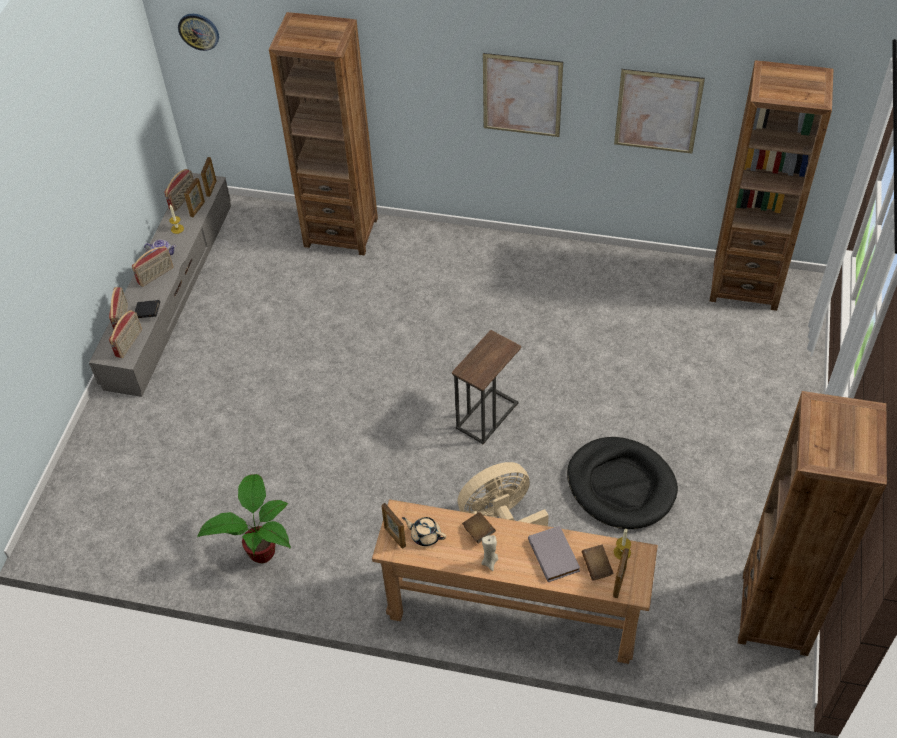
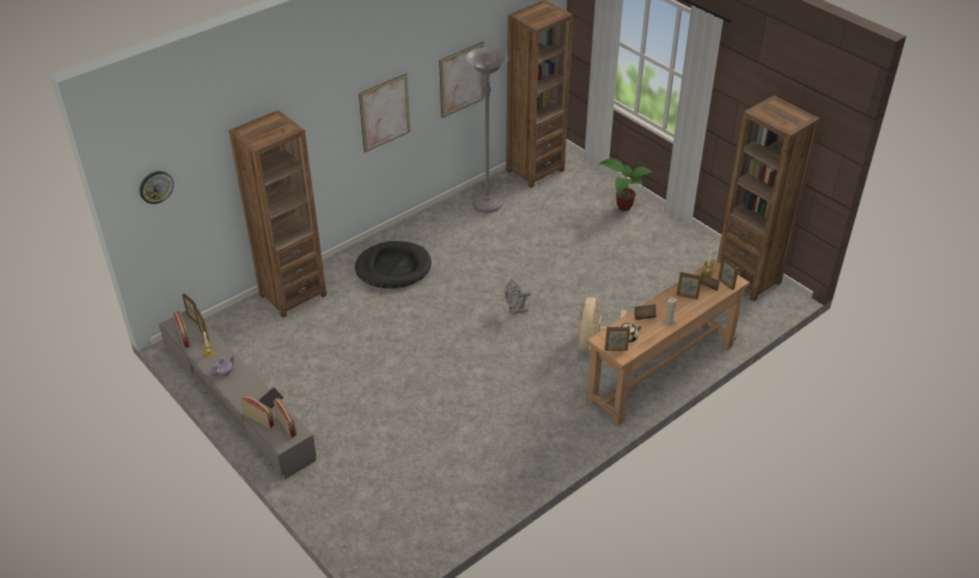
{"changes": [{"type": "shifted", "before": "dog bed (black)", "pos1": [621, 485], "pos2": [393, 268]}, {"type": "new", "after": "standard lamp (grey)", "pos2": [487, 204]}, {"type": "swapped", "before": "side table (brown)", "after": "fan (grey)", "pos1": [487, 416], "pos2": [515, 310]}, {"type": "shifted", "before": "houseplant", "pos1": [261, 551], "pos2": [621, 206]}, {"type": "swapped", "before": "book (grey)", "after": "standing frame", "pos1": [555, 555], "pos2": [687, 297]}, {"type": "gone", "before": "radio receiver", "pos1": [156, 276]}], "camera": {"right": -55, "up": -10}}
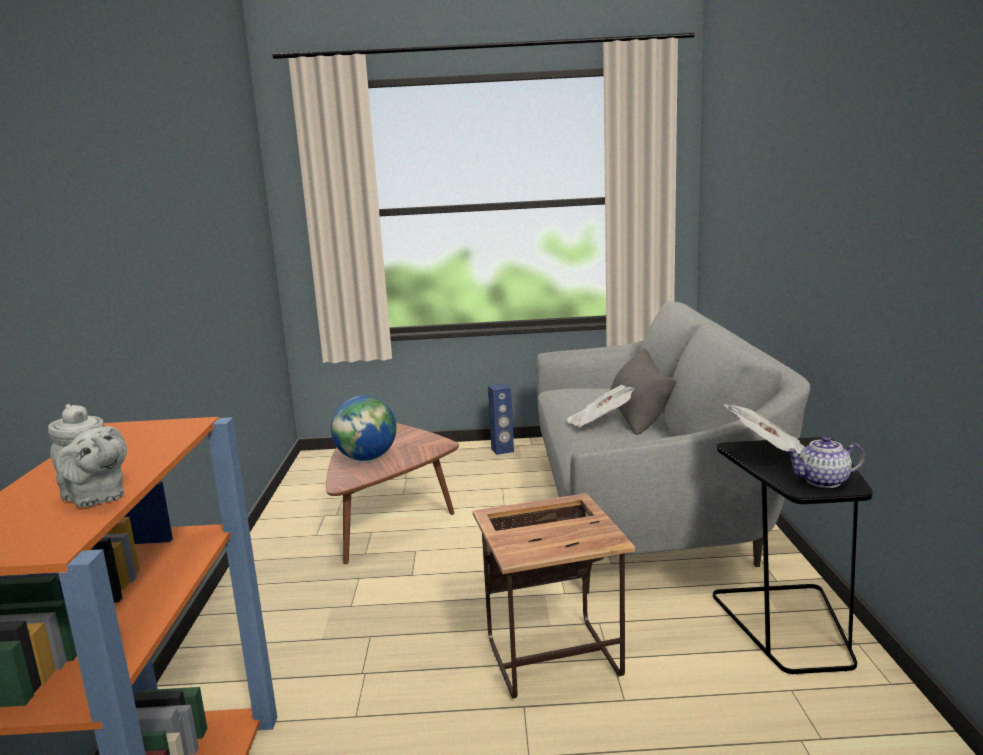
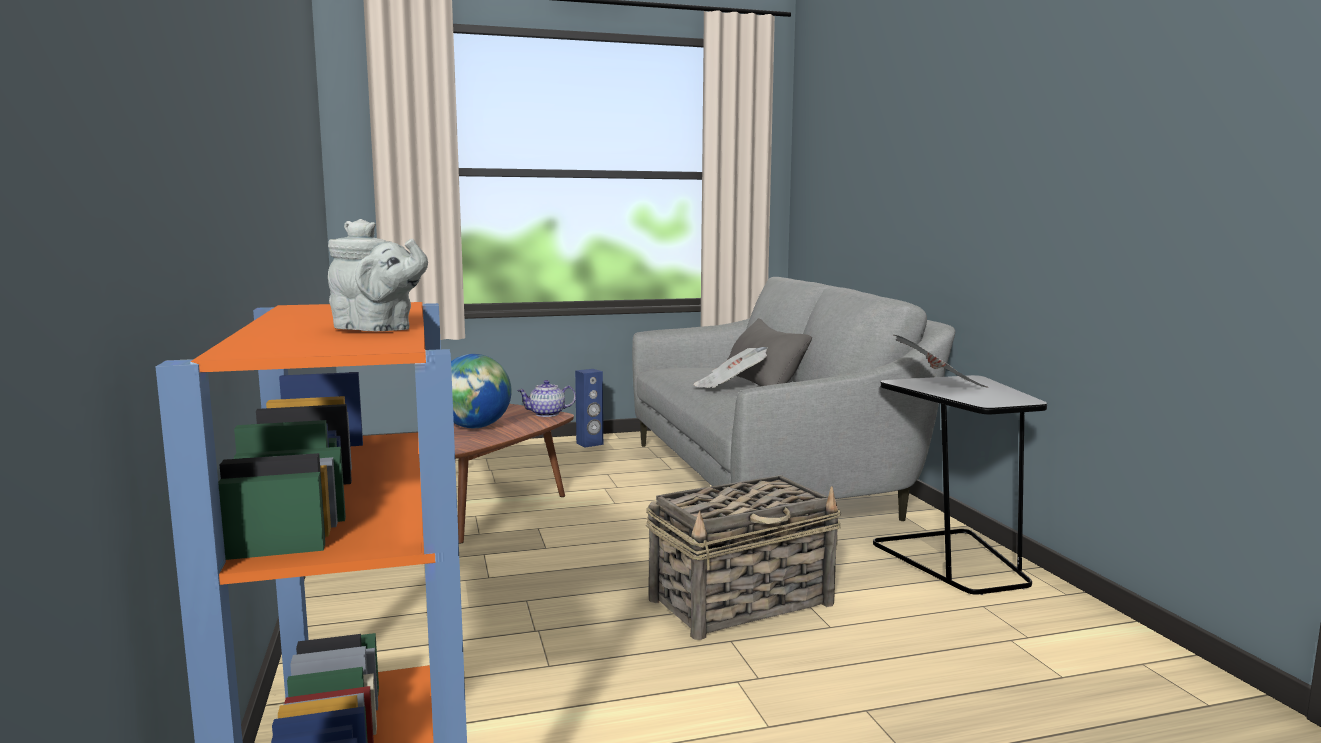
{"changes": [{"type": "shifted", "before": "teapot", "pos1": [824, 481], "pos2": [547, 414]}, {"type": "swapped", "before": "side table", "after": "storage basket", "pos1": [555, 658], "pos2": [743, 602]}], "camera": {"right": -15, "up": -5}}
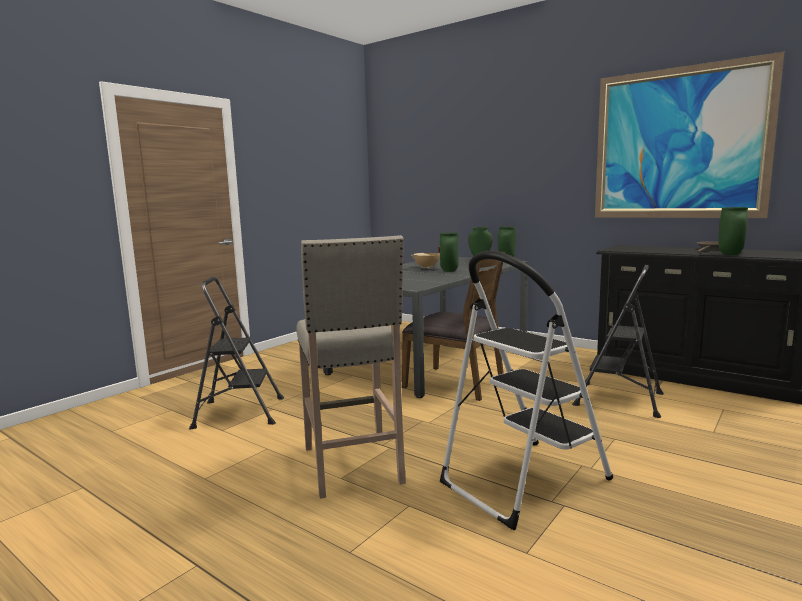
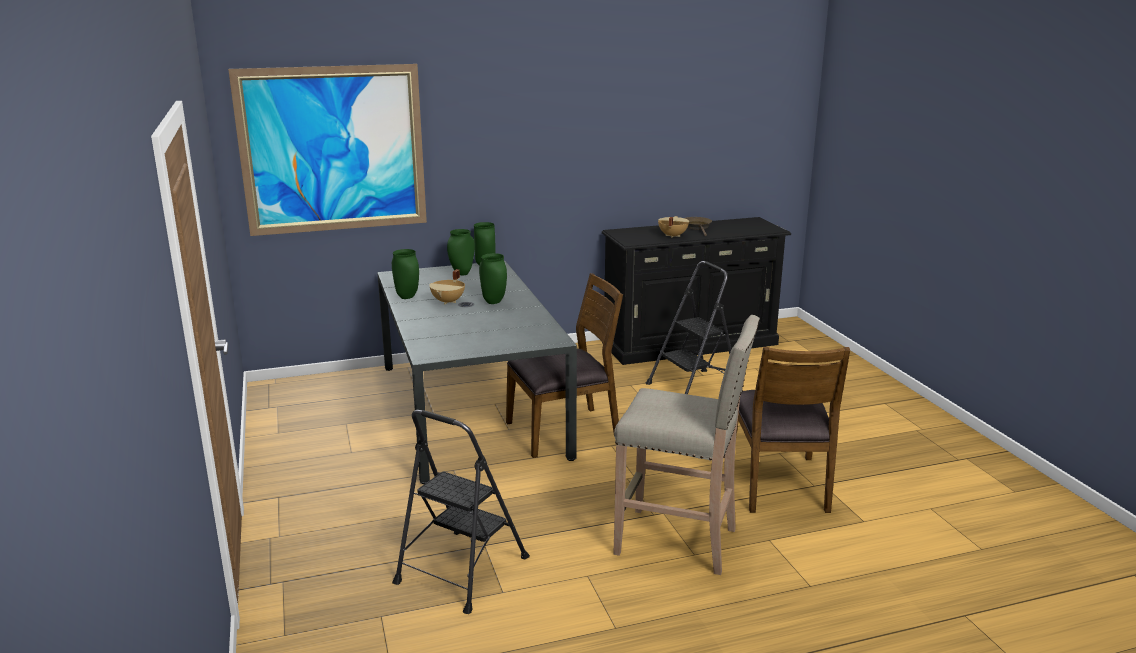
{"changes": [{"type": "shifted", "before": "wall picture", "pos1": [678, 144], "pos2": [333, 150]}, {"type": "shifted", "before": "vase (green-coloured)", "pos1": [729, 254], "pos2": [406, 297]}, {"type": "new", "after": "saucepot (sand-coloured)", "pos2": [672, 236]}, {"type": "swapped", "before": "step ladder", "after": "chair (brown)", "pos1": [521, 481], "pos2": [779, 484]}], "camera": {"right": -55, "up": 10}}
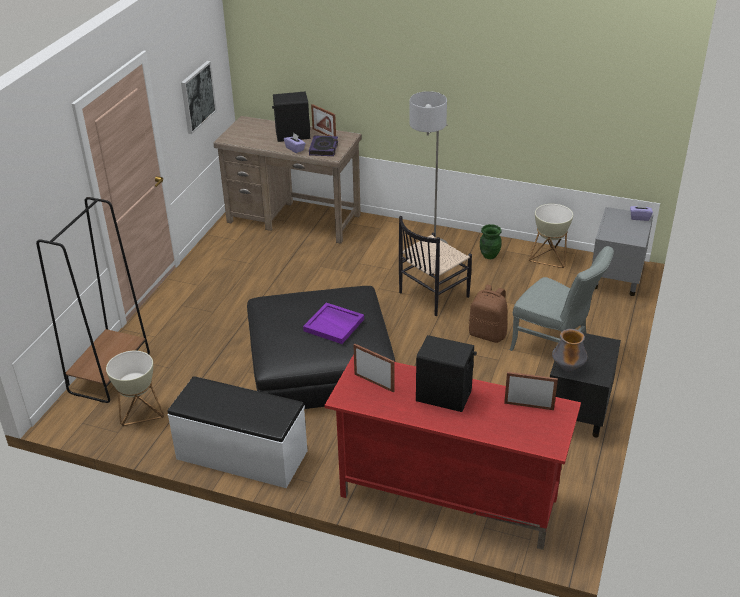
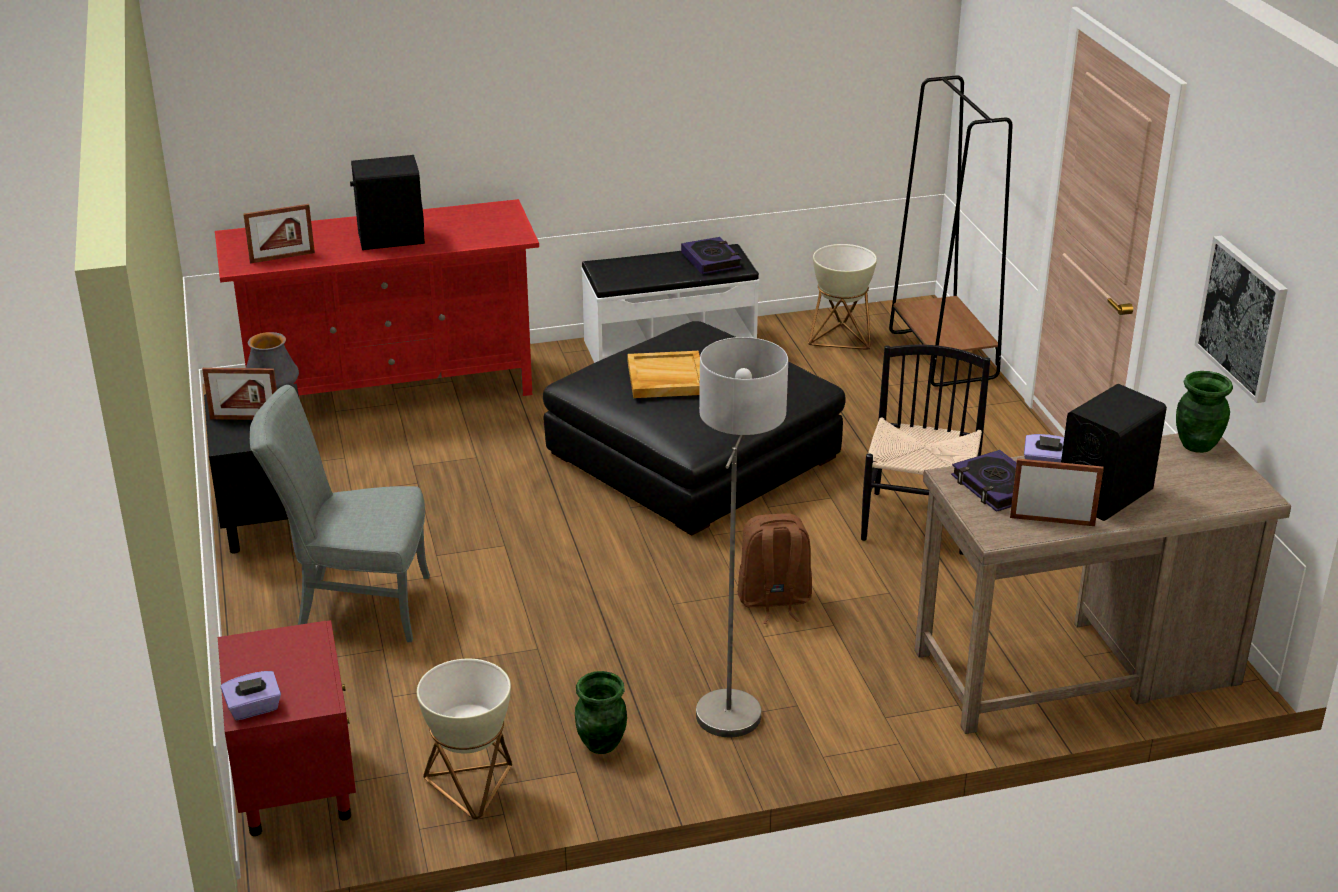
{"changes": [{"type": "shifted", "before": "standing frame", "pos1": [374, 382], "pos2": [245, 418]}, {"type": "repainted", "before": "night table (grey)", "after": "night table (red-coloured)", "pos1": [616, 280], "pos2": [296, 791]}, {"type": "repainted", "before": "carrying tray (purplish)", "after": "carrying tray (sand-coloured)", "pos1": [334, 325], "pos2": [665, 378]}, {"type": "new", "after": "book", "pos2": [711, 260]}, {"type": "shifted", "before": "backpack (brown)", "pos1": [488, 334], "pos2": [773, 601]}, {"type": "shifted", "before": "chair (black)", "pos1": [431, 296], "pos2": [919, 520]}, {"type": "new", "after": "vase (green-coloured)", "pos2": [1196, 444]}], "camera": {"right": 145, "up": -5}}
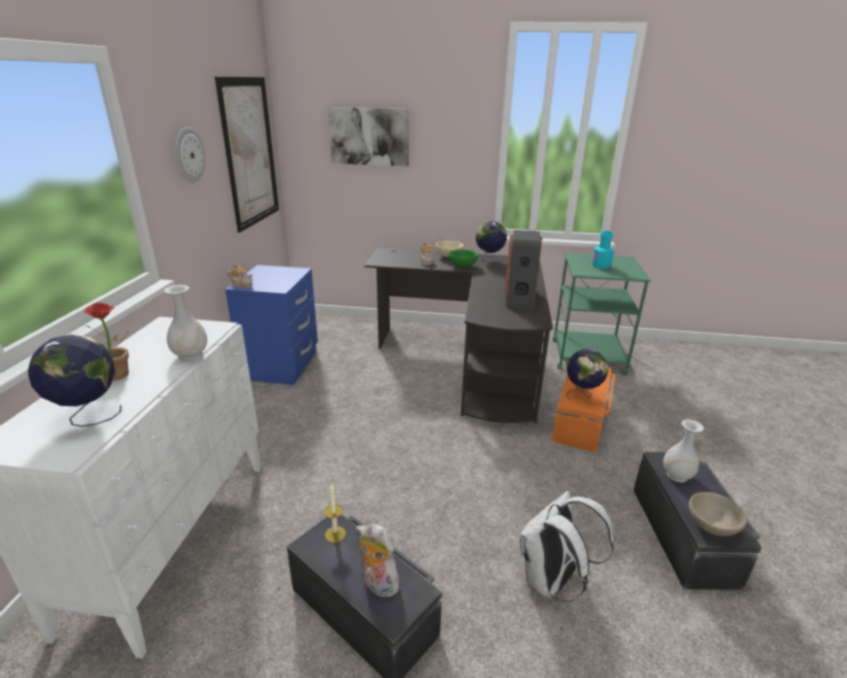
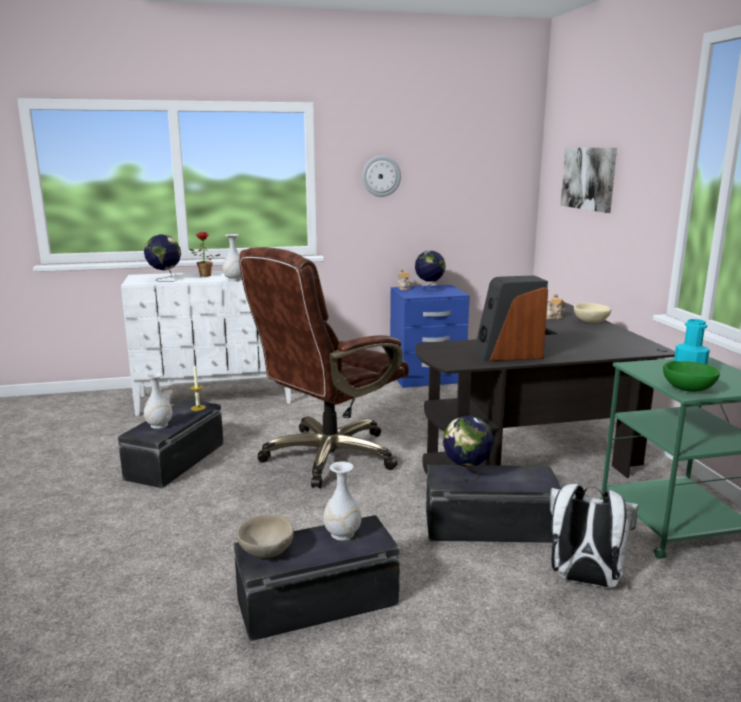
{"changes": [{"type": "swapped", "before": "plush toy", "after": "vase (white-coloured)", "pos1": [377, 584], "pos2": [159, 425]}, {"type": "new", "after": "computer chair (brown)", "pos2": [330, 455]}, {"type": "shifted", "before": "globe", "pos1": [489, 260], "pos2": [429, 289]}, {"type": "repainted", "before": "storage container (orangey)", "after": "storage container (black)", "pos1": [580, 420], "pos2": [490, 527]}, {"type": "shifted", "before": "backpack (white-coloured)", "pos1": [551, 581], "pos2": [583, 580]}, {"type": "shifted", "before": "serving bowl (green-coloured)", "pos1": [463, 266], "pos2": [688, 389]}, {"type": "gone", "before": "wall picture", "pos1": [250, 152]}], "camera": {"right": 70, "up": -10}}
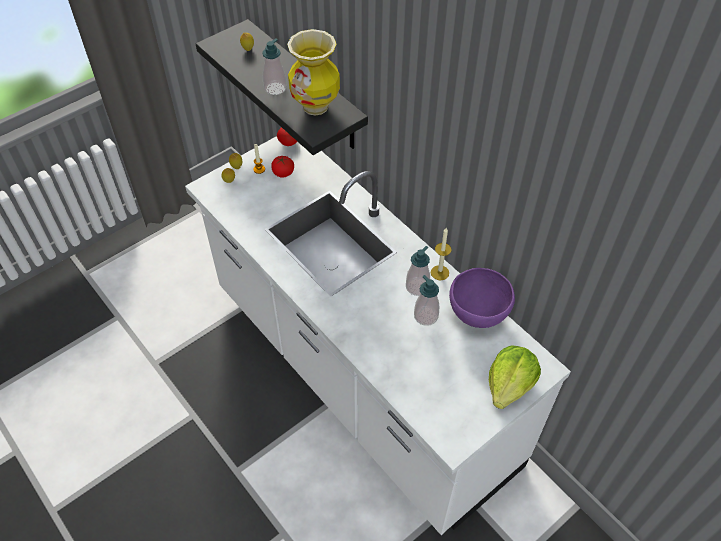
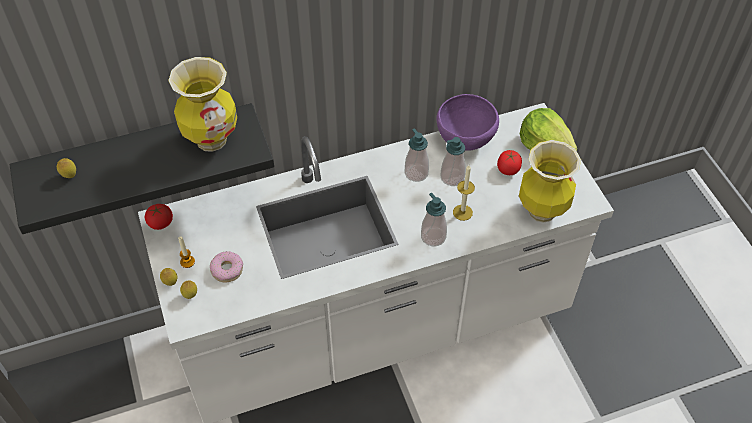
{"changes": [{"type": "new", "after": "doughnut", "pos2": [227, 270]}, {"type": "shifted", "before": "soap dispenser", "pos1": [275, 88], "pos2": [433, 237]}, {"type": "shifted", "before": "wax candle", "pos1": [439, 272], "pos2": [462, 212]}, {"type": "shifted", "before": "whole tomato", "pos1": [283, 173], "pos2": [508, 169]}, {"type": "new", "after": "vase", "pos2": [541, 211]}], "camera": {"right": -70, "up": 0}}
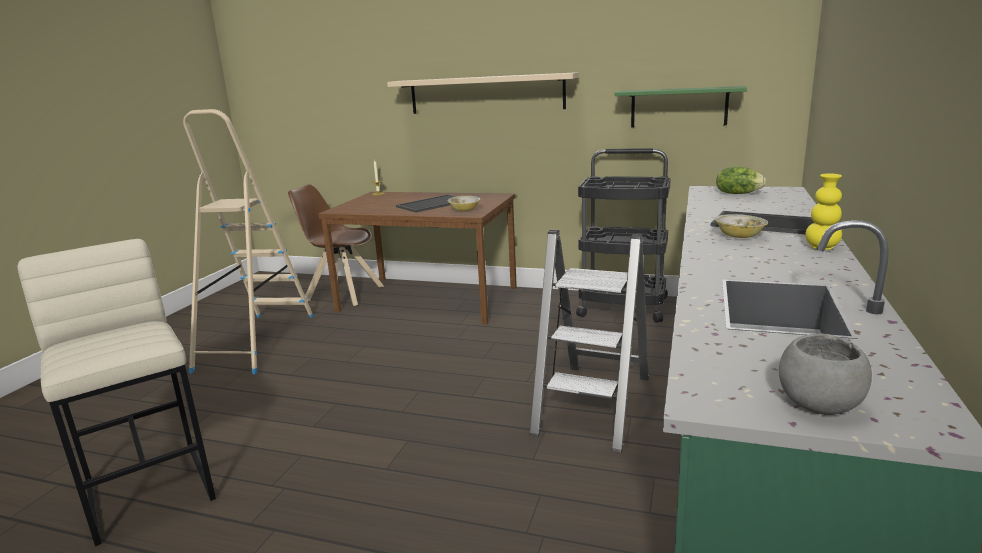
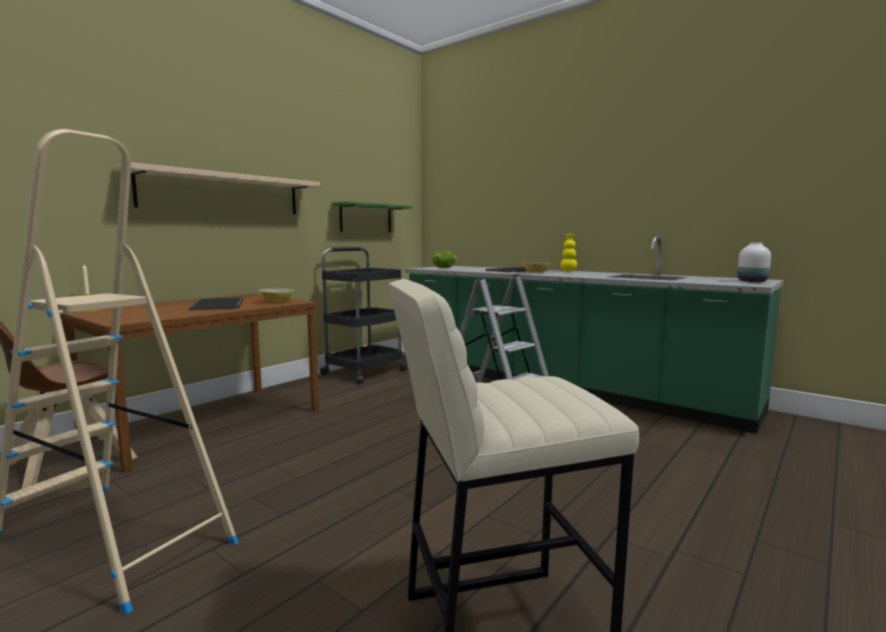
{"changes": [{"type": "swapped", "before": "serving bowl (grey)", "after": "vase (white-coloured)", "pos1": [818, 405], "pos2": [752, 281]}], "camera": {"right": -70, "up": -10}}
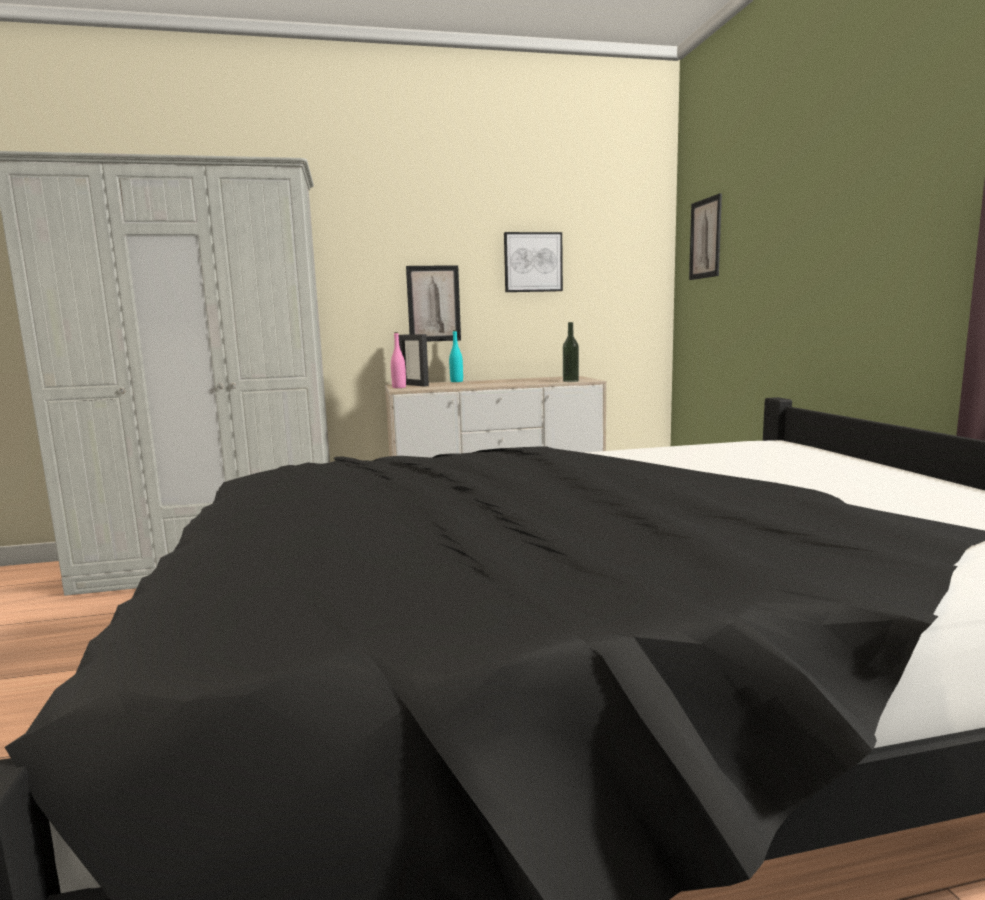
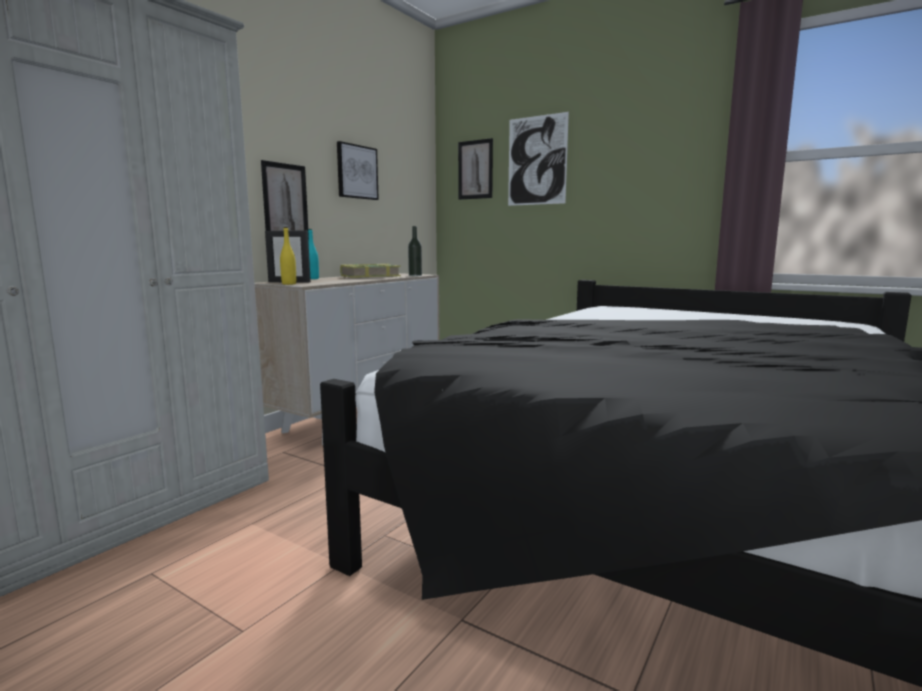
{"changes": [{"type": "repainted", "before": "drink bottle (pink)", "after": "drink bottle (yellowish)", "pos1": [399, 387], "pos2": [289, 284]}, {"type": "new", "after": "book", "pos2": [370, 276]}, {"type": "new", "after": "wall picture", "pos2": [537, 160]}], "camera": {"right": -45, "up": 0}}
